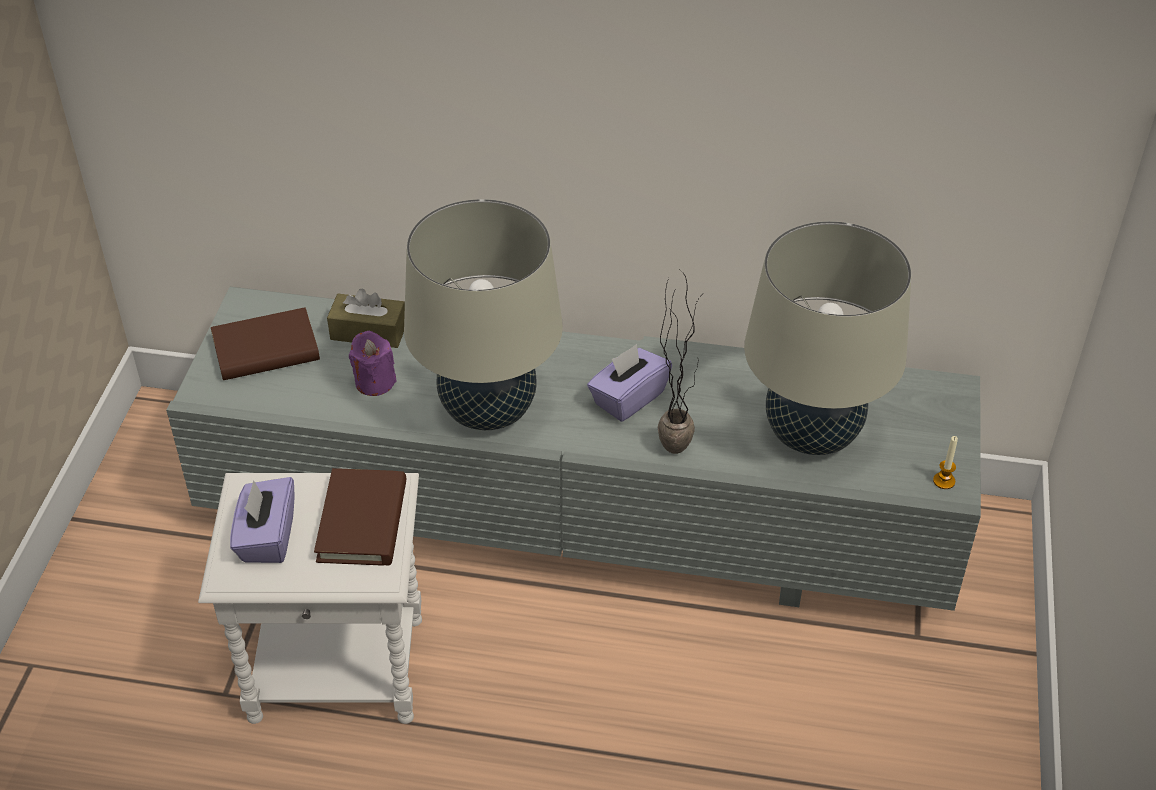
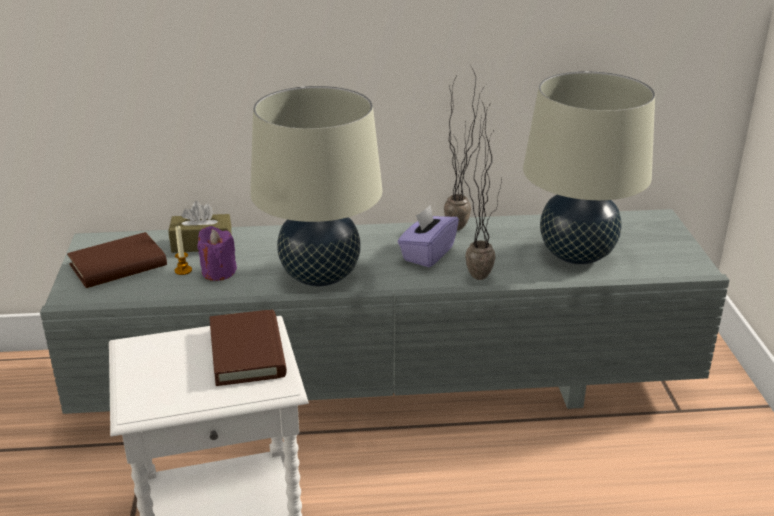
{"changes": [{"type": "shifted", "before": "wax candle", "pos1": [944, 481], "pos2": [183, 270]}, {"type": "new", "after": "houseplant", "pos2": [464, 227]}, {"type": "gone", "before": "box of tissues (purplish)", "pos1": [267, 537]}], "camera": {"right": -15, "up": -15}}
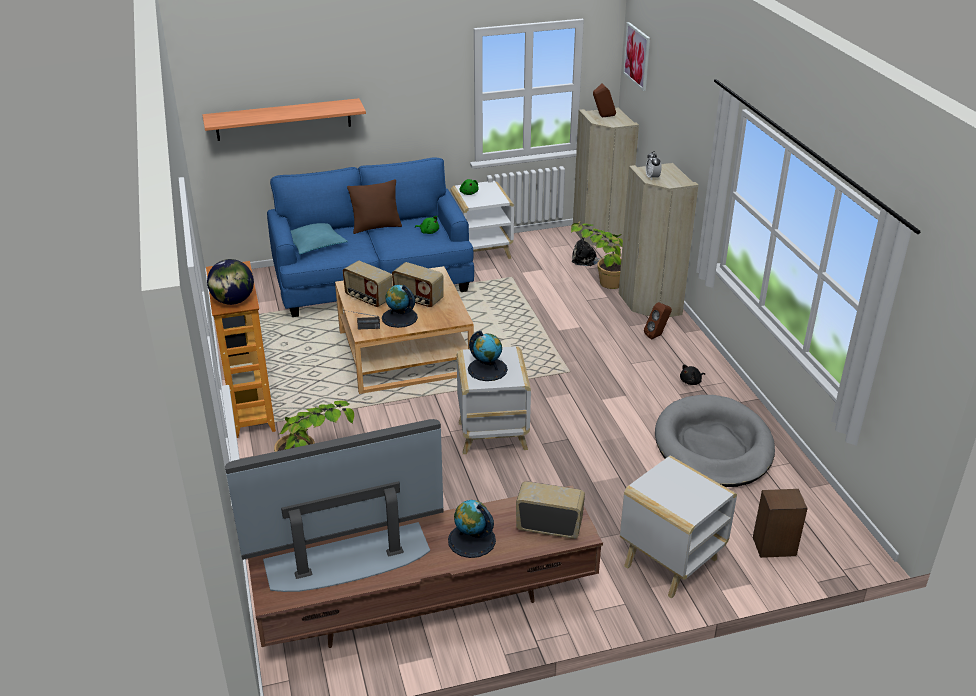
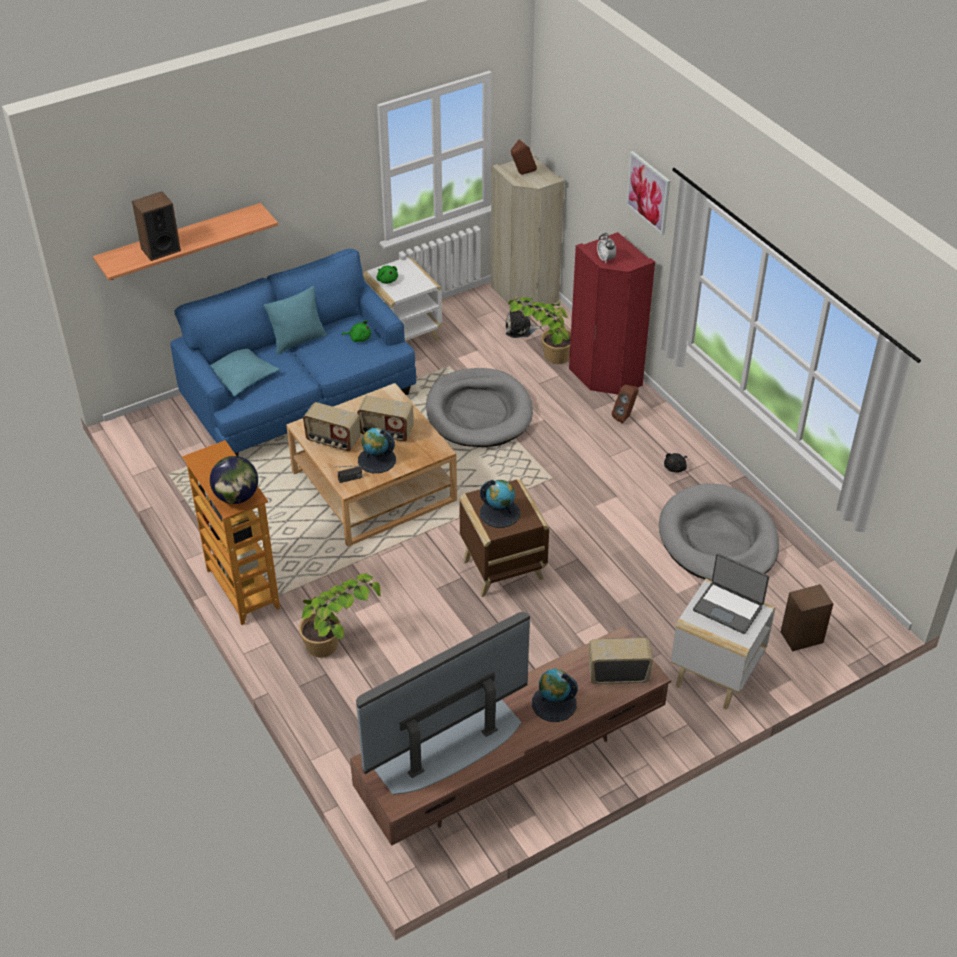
{"changes": [{"type": "new", "after": "speaker", "pos2": [160, 249]}, {"type": "repainted", "before": "pillow (brown)", "after": "pillow (turquoise-coloured)", "pos1": [376, 227], "pos2": [298, 341]}, {"type": "new", "after": "dog bed (grey)", "pos2": [478, 412]}, {"type": "repainted", "before": "side table (white-coloured)", "after": "side table (brown)", "pos1": [491, 436], "pos2": [501, 570]}, {"type": "repainted", "before": "cabinet (sand-coloured)", "after": "cabinet (red-coloured)", "pos1": [650, 303], "pos2": [606, 376]}, {"type": "shifted", "before": "wall picture", "pos1": [637, 56], "pos2": [648, 192]}, {"type": "new", "after": "laptop", "pos2": [728, 608]}], "camera": {"right": -15, "up": 10}}
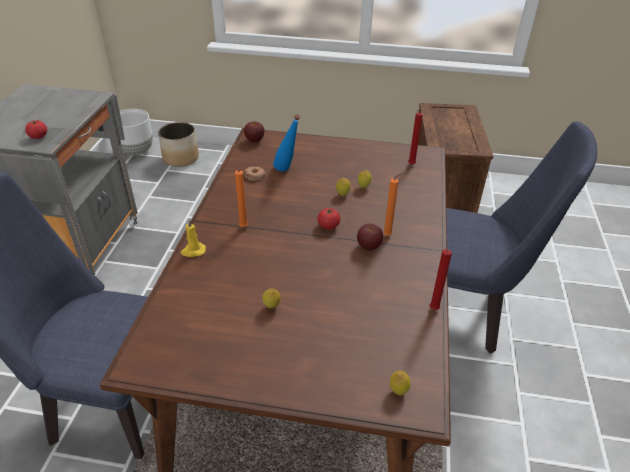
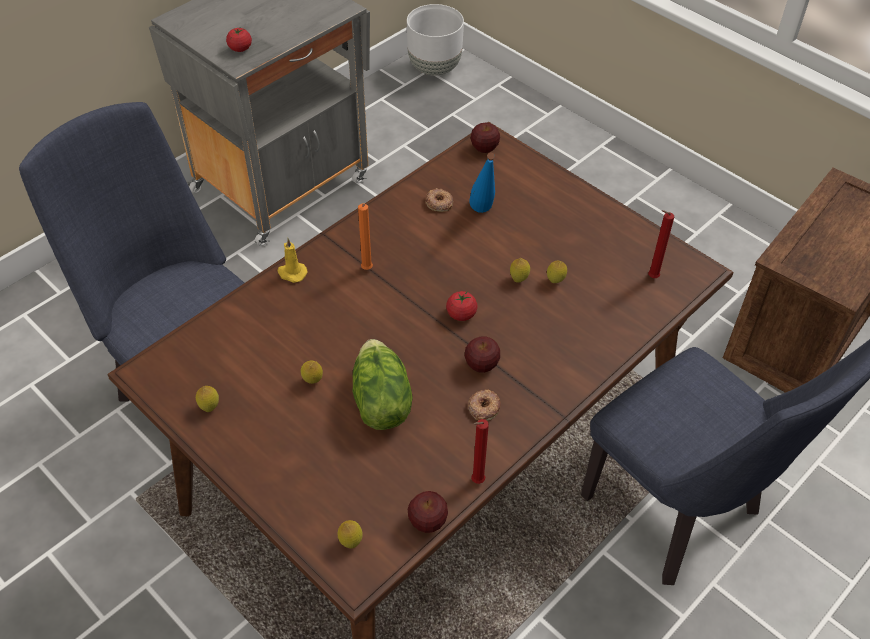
{"changes": [{"type": "new", "after": "lemon", "pos2": [209, 407]}, {"type": "new", "after": "lettuce", "pos2": [380, 402]}, {"type": "new", "after": "whole apple", "pos2": [428, 521]}, {"type": "new", "after": "doughnut", "pos2": [483, 407]}, {"type": "gone", "before": "flower pot", "pos1": [181, 158]}, {"type": "gone", "before": "wax candle (orangey)", "pos1": [388, 235]}], "camera": {"right": 35, "up": 10}}
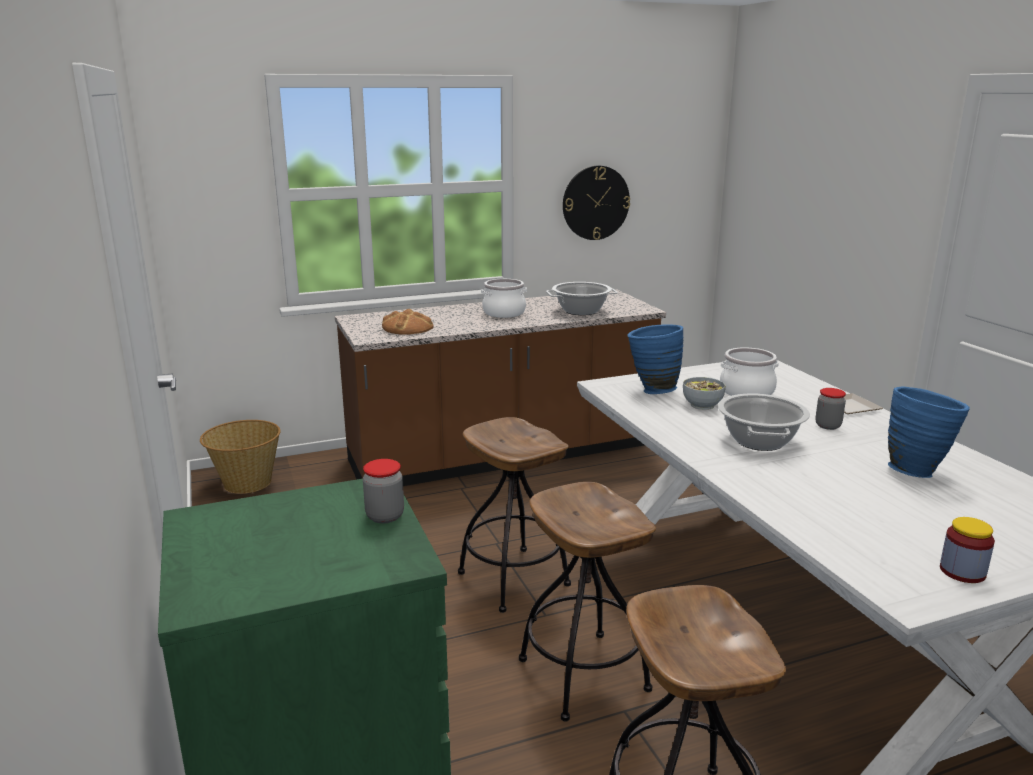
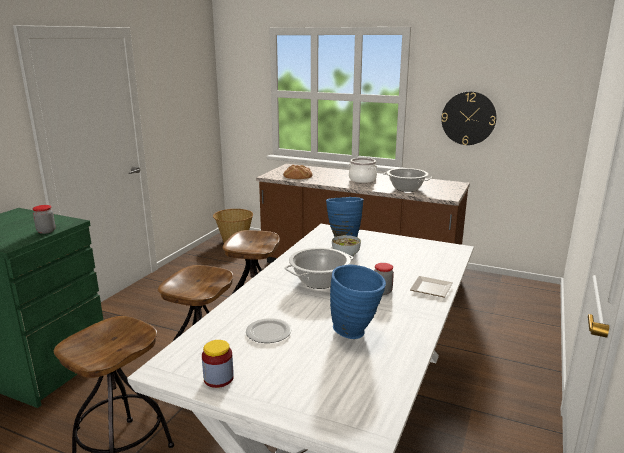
{"changes": [{"type": "new", "after": "flat dish", "pos2": [269, 332]}, {"type": "gone", "before": "saucepot", "pos1": [746, 391]}], "camera": {"right": 45, "up": 0}}
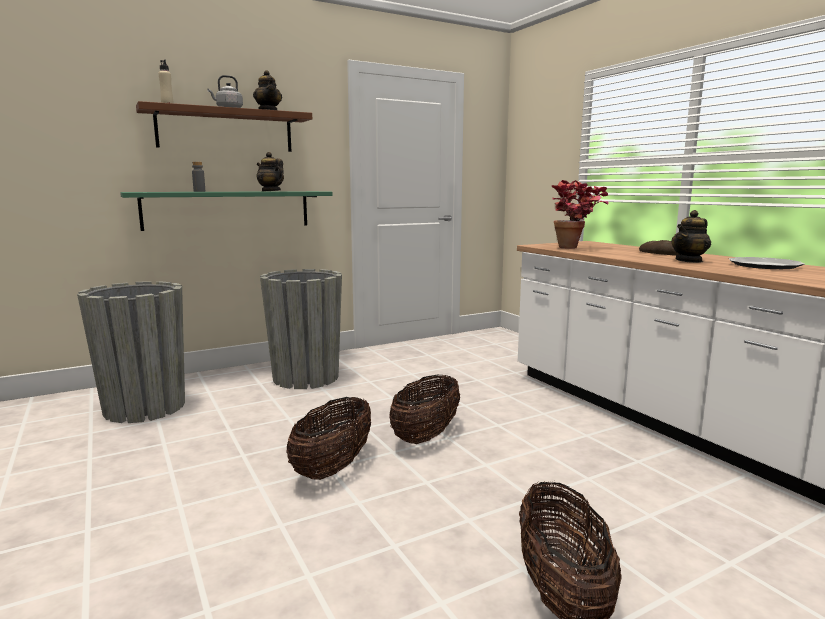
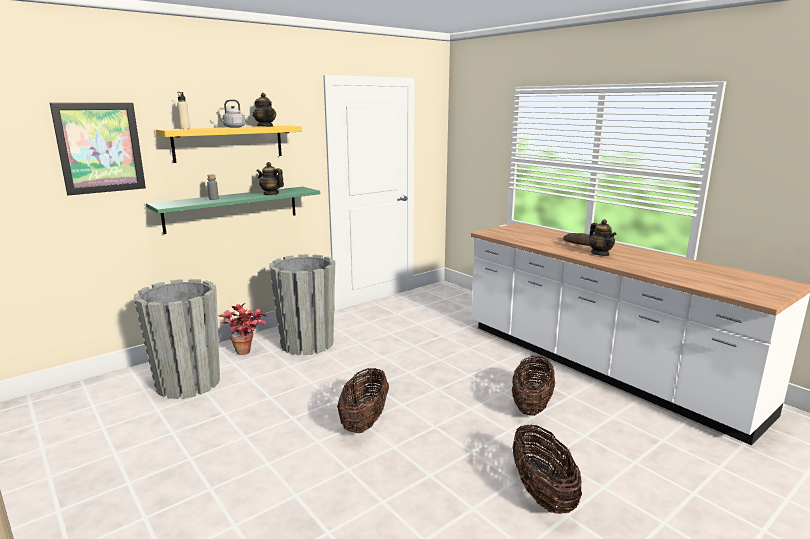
{"changes": [{"type": "new", "after": "wall picture", "pos2": [100, 148]}, {"type": "repainted", "before": "bracket shelf (brown)", "after": "bracket shelf (yellowish)", "pos1": [226, 130], "pos2": [229, 143]}, {"type": "shifted", "before": "houseplant", "pos1": [575, 248], "pos2": [248, 353]}, {"type": "shifted", "before": "storage basket", "pos1": [426, 435], "pos2": [531, 405]}, {"type": "rotated", "before": "teapot", "pos1": [689, 261], "pos2": [600, 254], "turn": -60}, {"type": "gone", "before": "flat dish", "pos1": [764, 265]}], "camera": {"right": -10, "up": 5}}
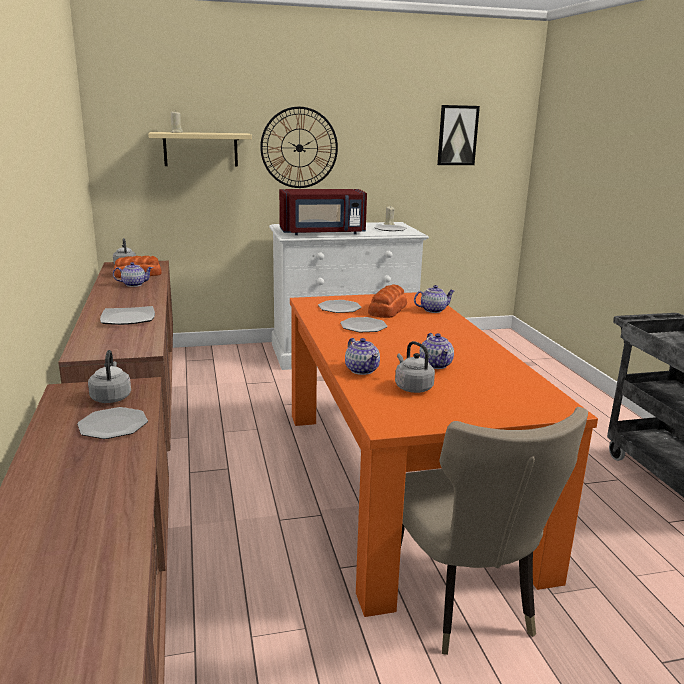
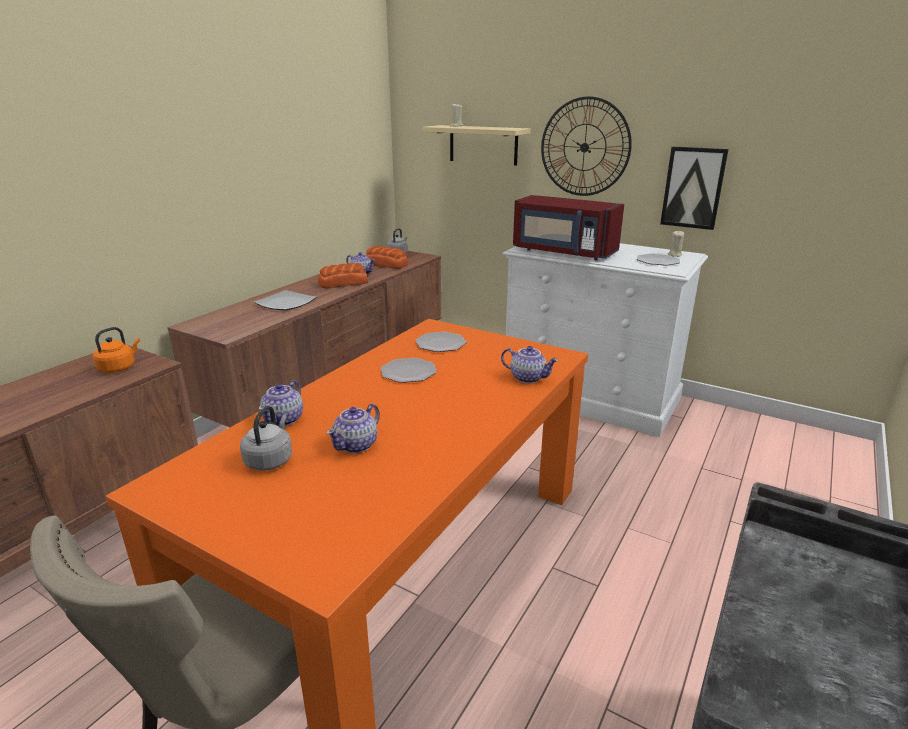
{"changes": [{"type": "repainted", "before": "kettle (grey)", "after": "kettle (orangey)", "pos1": [111, 397], "pos2": [119, 368]}, {"type": "shifted", "before": "bakery bread", "pos1": [387, 310], "pos2": [342, 283]}, {"type": "shifted", "before": "wall picture", "pos1": [457, 135], "pos2": [693, 188]}, {"type": "gone", "before": "flat dish", "pos1": [113, 425]}], "camera": {"right": 45, "up": 5}}
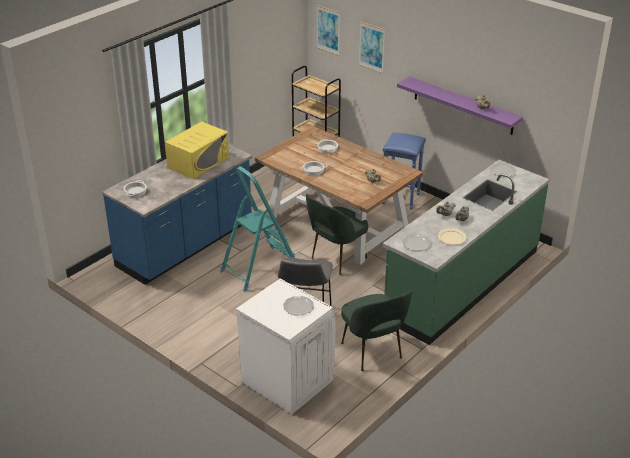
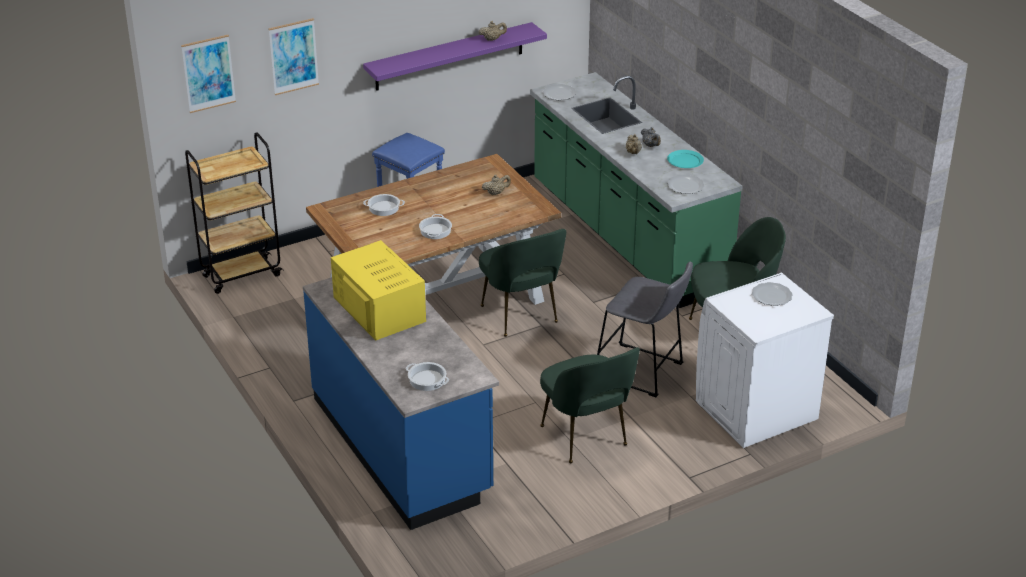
{"changes": [{"type": "new", "after": "chair (green-coloured)", "pos2": [586, 440]}, {"type": "repainted", "before": "flat dish (sand-coloured)", "after": "flat dish (turquoise-coloured)", "pos1": [451, 238], "pos2": [685, 161]}, {"type": "gone", "before": "step ladder (turquoise-coloured)", "pos1": [260, 268]}], "camera": {"right": -70, "up": 0}}
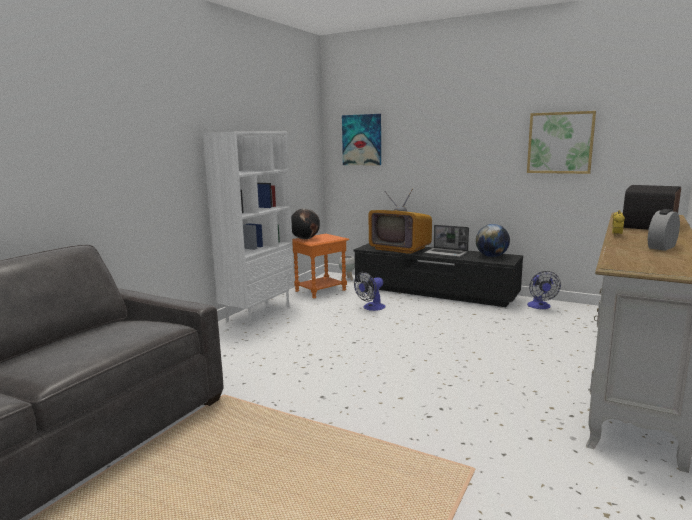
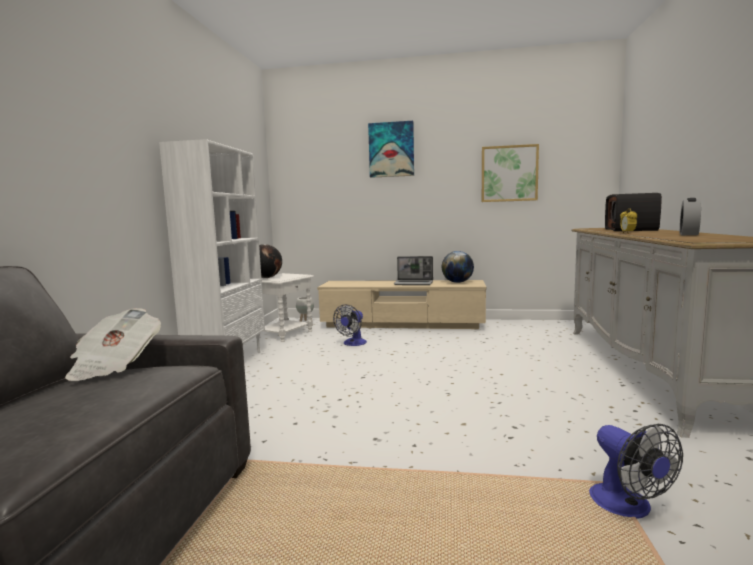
{"changes": [{"type": "new", "after": "printed paper", "pos2": [114, 365]}, {"type": "repainted", "before": "side table (orangey)", "after": "side table (white-coloured)", "pos1": [320, 290], "pos2": [284, 334]}, {"type": "repainted", "before": "media console (black)", "after": "media console (sand-coloured)", "pos1": [434, 292], "pos2": [402, 324]}, {"type": "shifted", "before": "wall picture", "pos1": [362, 140], "pos2": [391, 149]}, {"type": "shifted", "before": "fan", "pos1": [540, 307], "pos2": [628, 507]}, {"type": "gone", "before": "TV", "pos1": [400, 248]}], "camera": {"right": -20, "up": -5}}
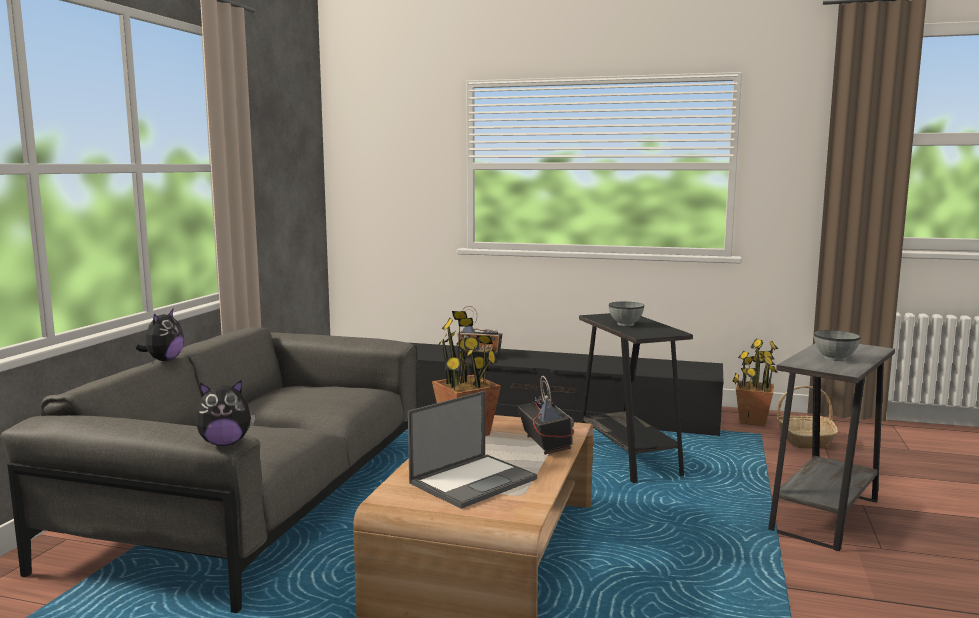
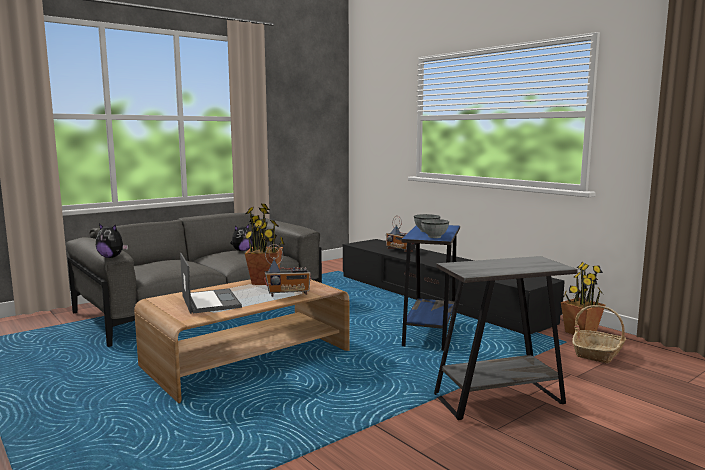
{"changes": [{"type": "rotated", "before": "laptop", "pos1": [474, 480], "pos2": [210, 301], "turn": -105}, {"type": "shifted", "before": "plush toy", "pos1": [164, 360], "pos2": [242, 251]}, {"type": "rotated", "before": "radio receiver", "pos1": [545, 444], "pos2": [288, 294], "turn": 60}, {"type": "repainted", "before": "side table (black)", "after": "side table (blue-coloured)", "pos1": [628, 458], "pos2": [430, 333]}, {"type": "shifted", "before": "serving bowl (grey)", "pos1": [834, 358], "pos2": [434, 236]}], "camera": {"right": 35, "up": 0}}
